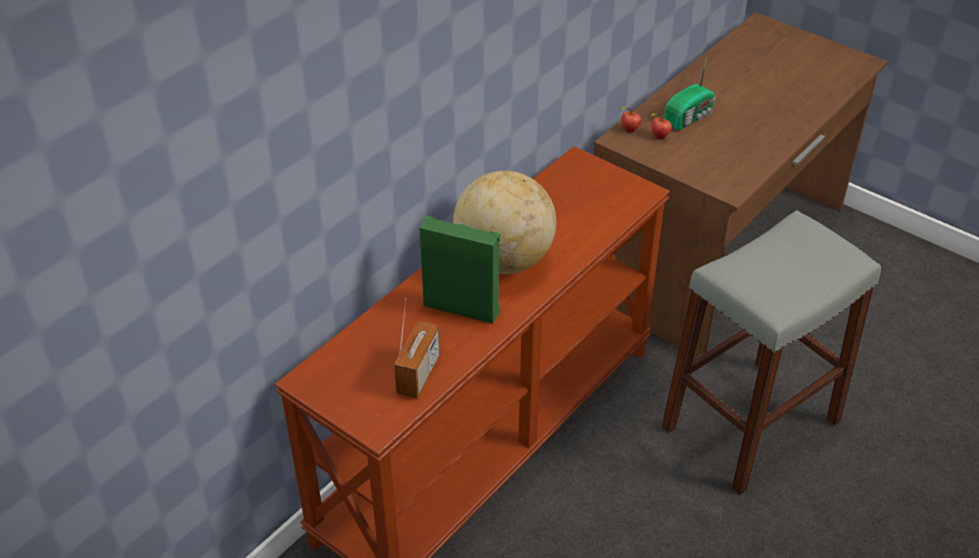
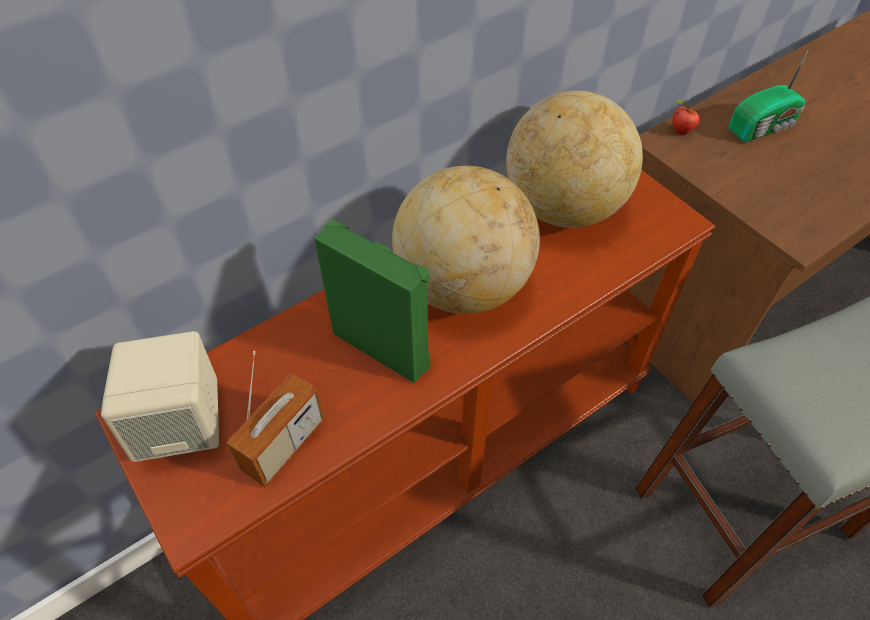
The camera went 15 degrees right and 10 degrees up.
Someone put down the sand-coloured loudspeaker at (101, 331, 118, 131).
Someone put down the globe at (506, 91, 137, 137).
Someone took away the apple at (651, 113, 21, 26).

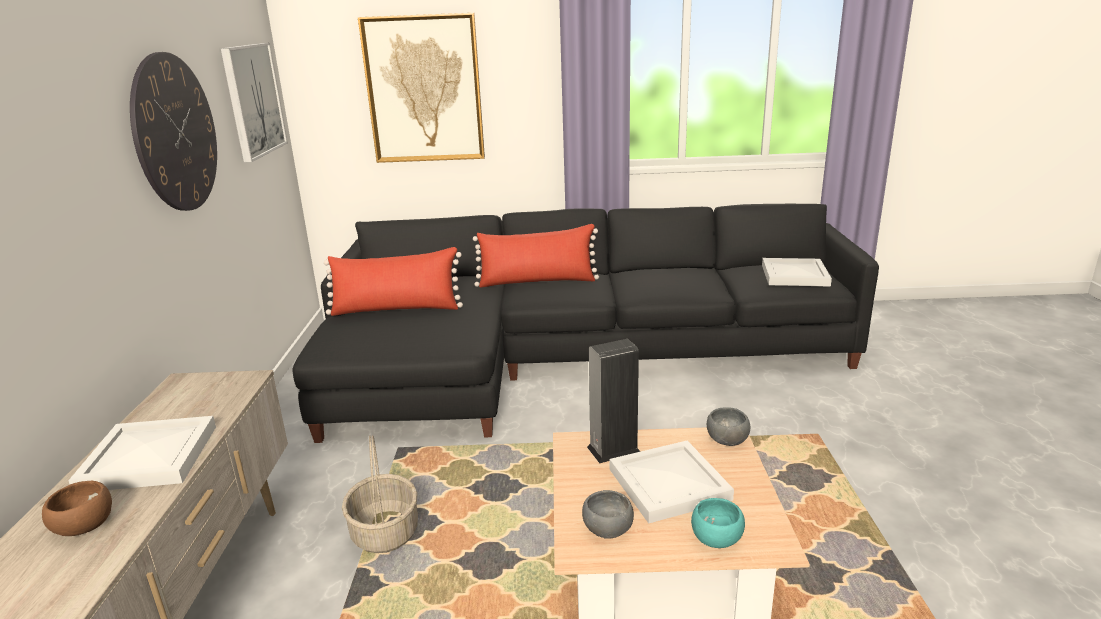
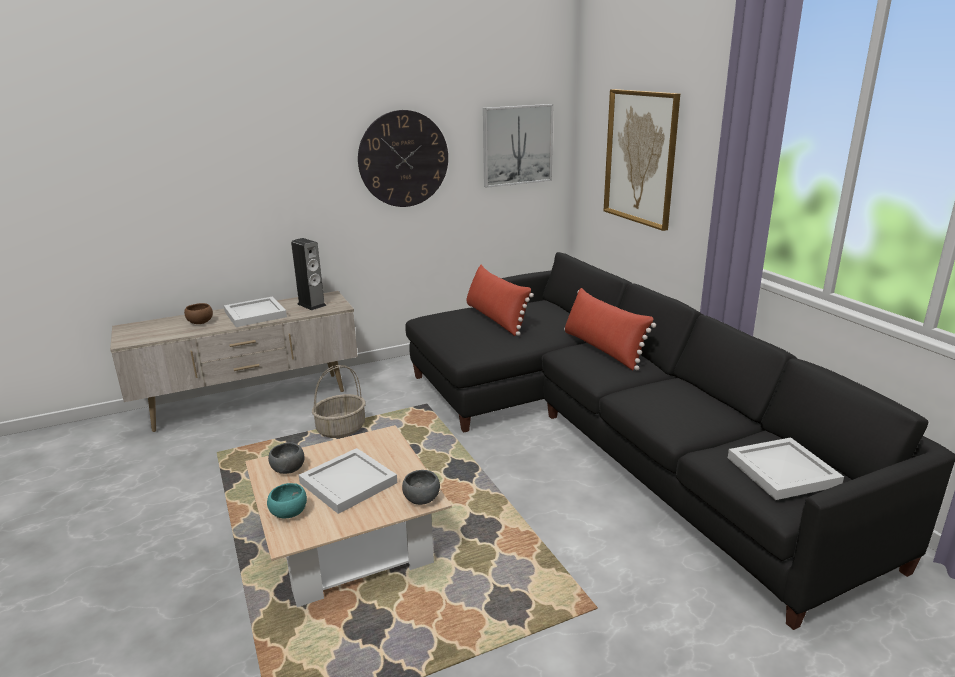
The camera went 65 degrees right and 0 degrees up.
Someone carried the loudspeaker from (587, 339, 53, 124) to (291, 238, 35, 72).

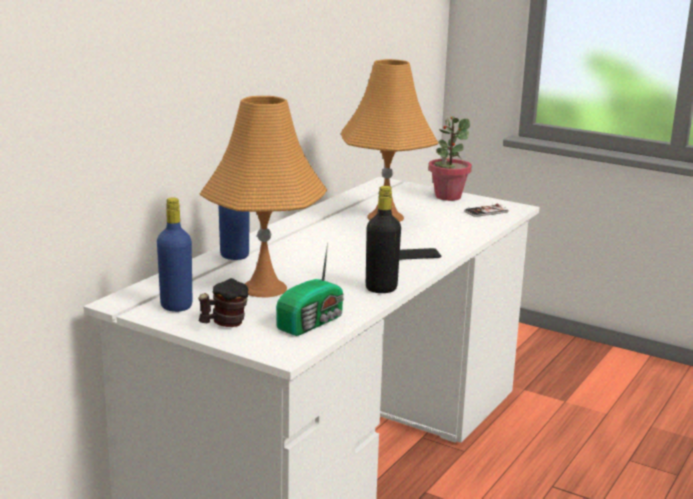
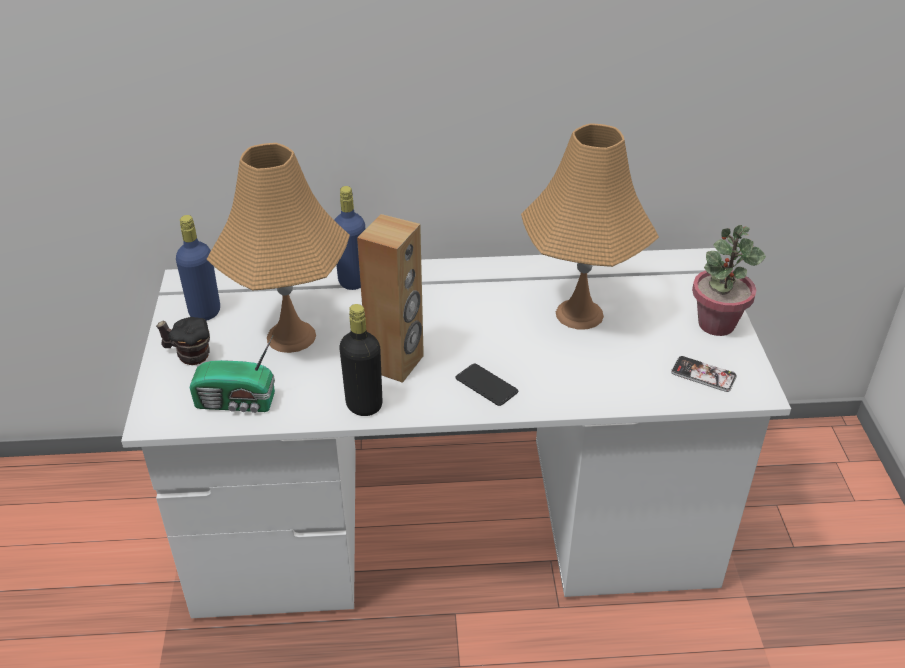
The camera went 55 degrees right and 20 degrees up.
Someone put down the brownish loudspeaker at (357, 214, 67, 169).

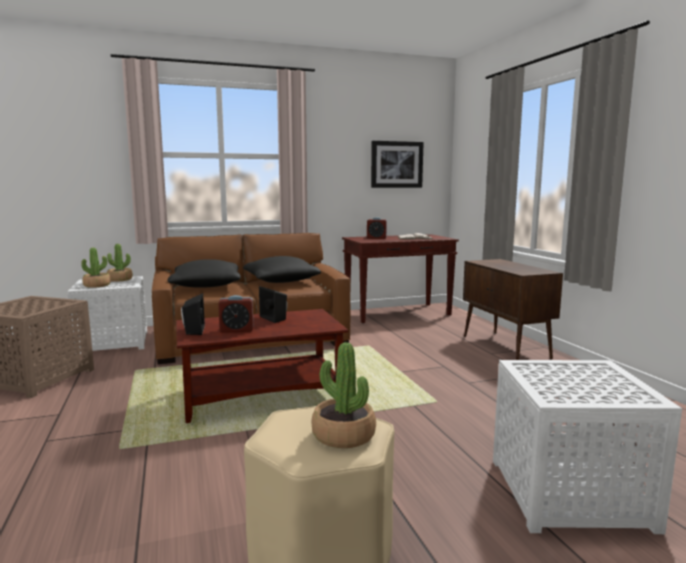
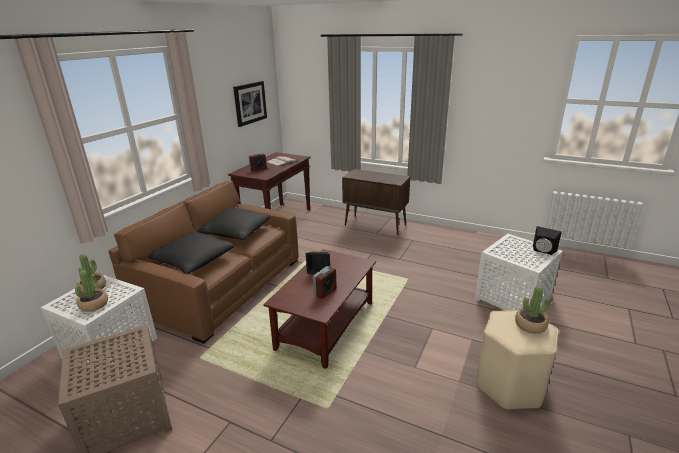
The camera went 45 degrees left and 15 degrees up.
Someone carried the blackish loudspeaker from (181, 293, 24, 42) to (533, 226, 29, 29).

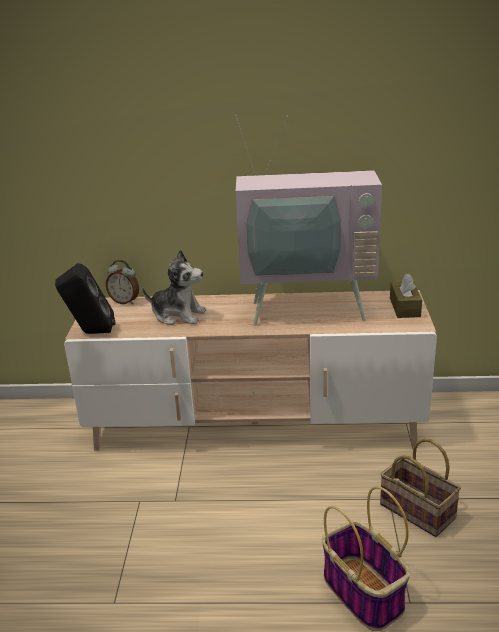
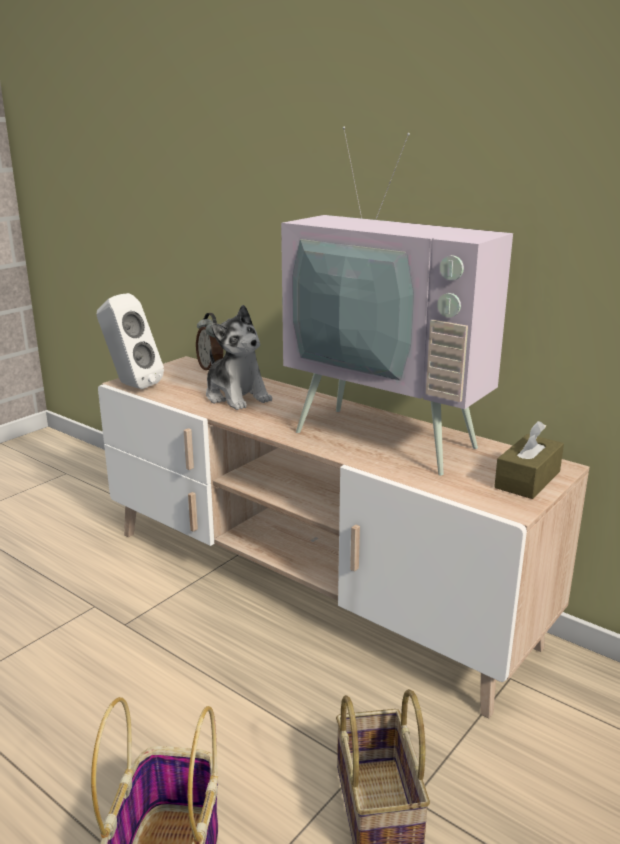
The camera went 35 degrees right and 5 degrees down.
Someone repainted the blackish loudspeaker at (55, 263, 60, 71), which became the whitish loudspeaker at (96, 293, 68, 96).

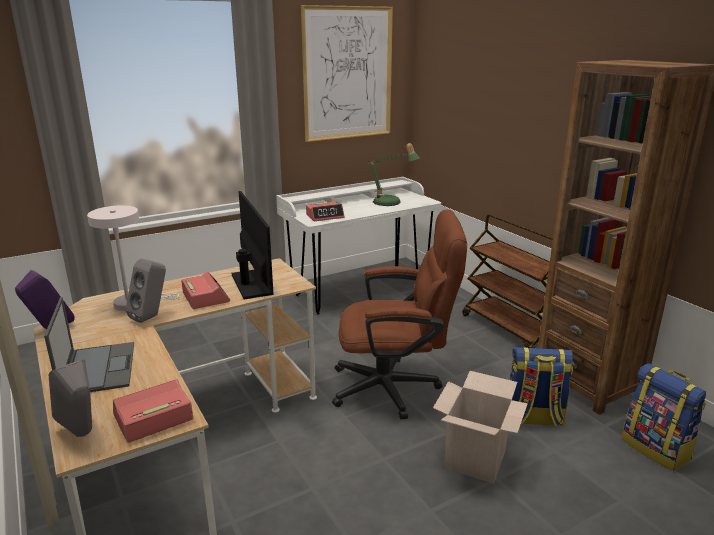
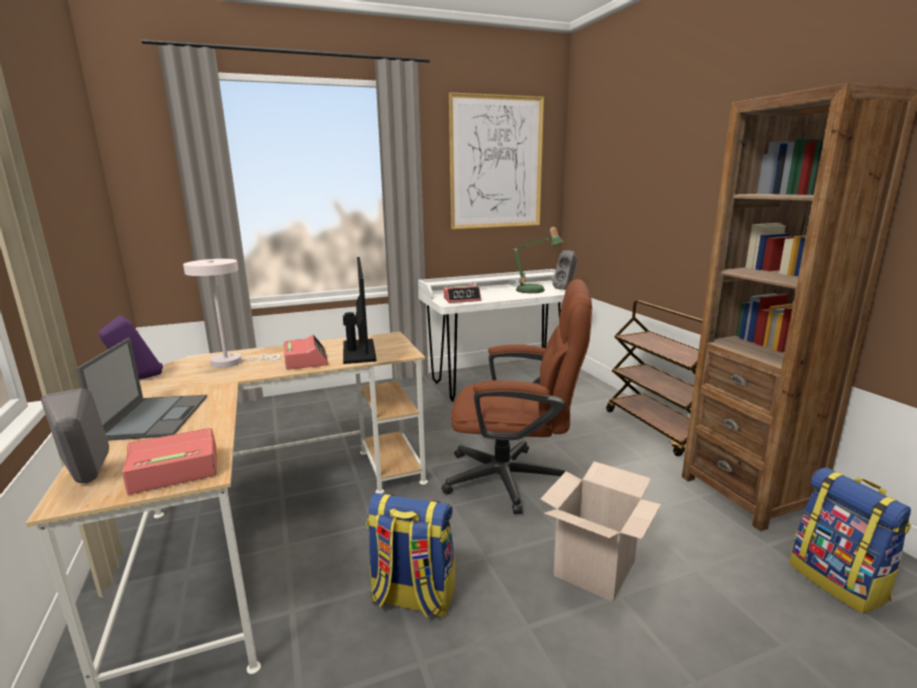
The camera went 10 degrees right and 5 degrees down.
Someone carried the rucksack from (509, 347, 64, 80) to (367, 493, 88, 125).
Someone carried the grey loudspeaker from (126, 259, 40, 64) to (552, 250, 25, 40).

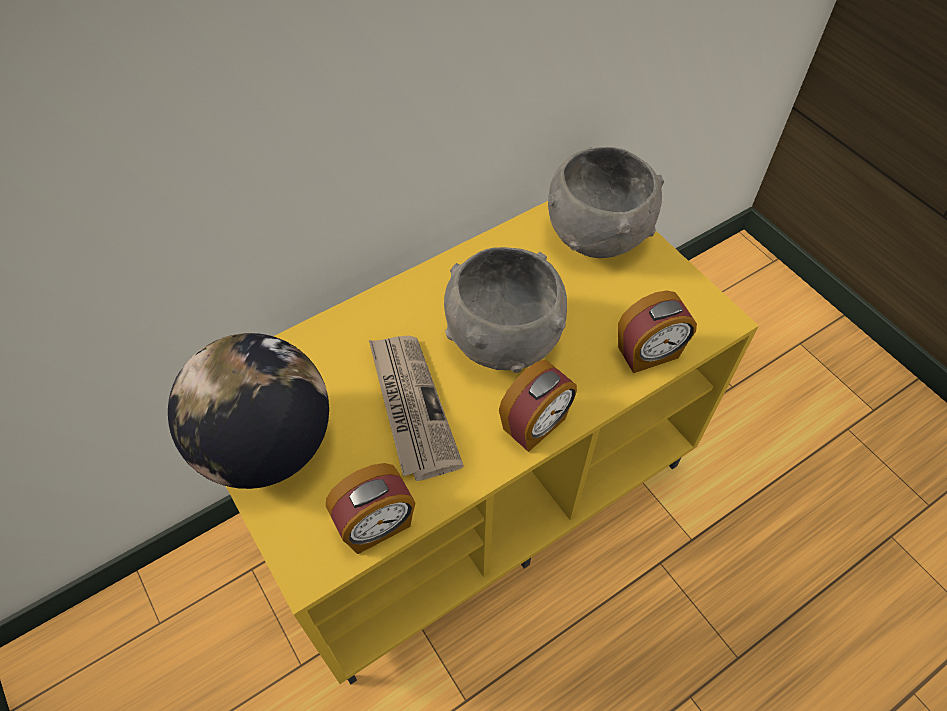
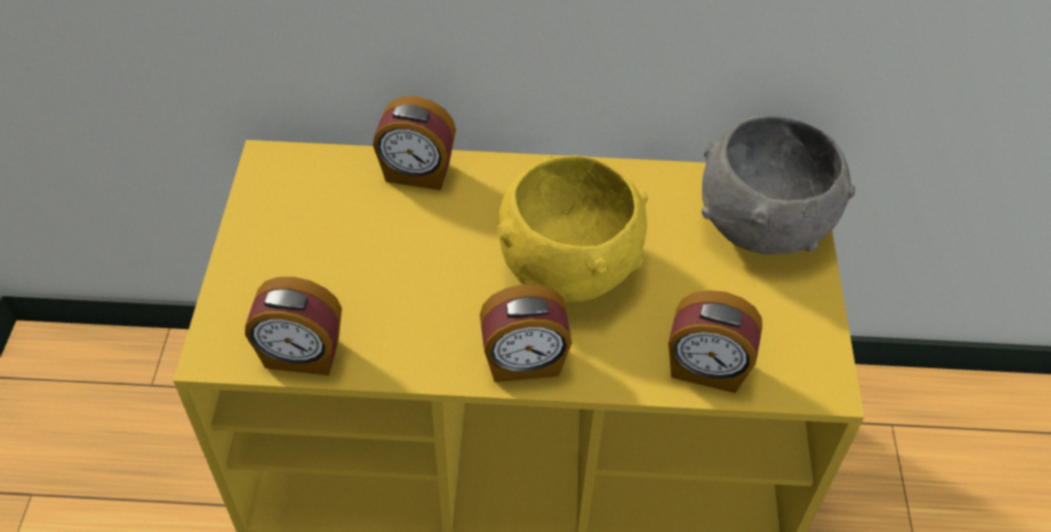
The camera went 35 degrees right and 5 degrees down.
Someone put down the table clock at (373, 96, 83, 94).
Someone repainted the grey deep dish at (444, 247, 123, 126), which became the yellowish deep dish at (497, 156, 151, 147).
Someone took away the globe at (168, 333, 161, 156).
Someone took away the newspaper at (369, 336, 95, 145).

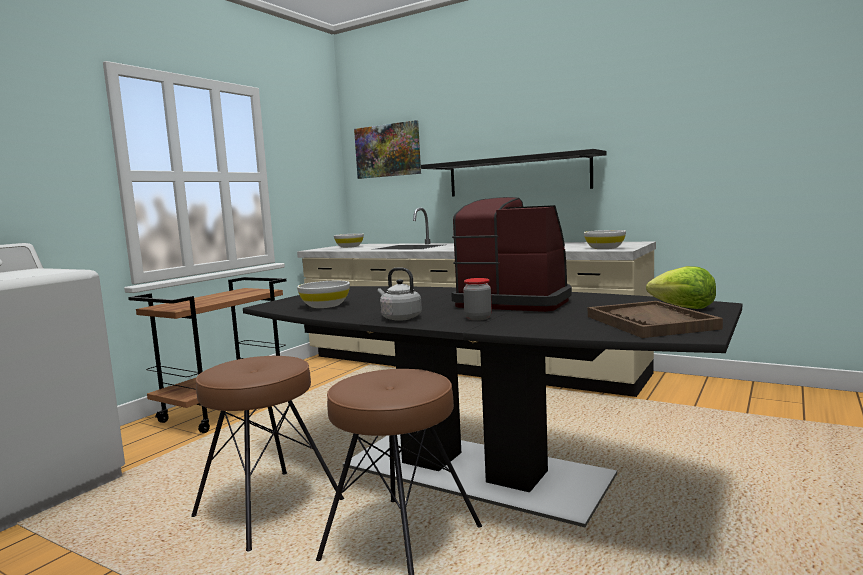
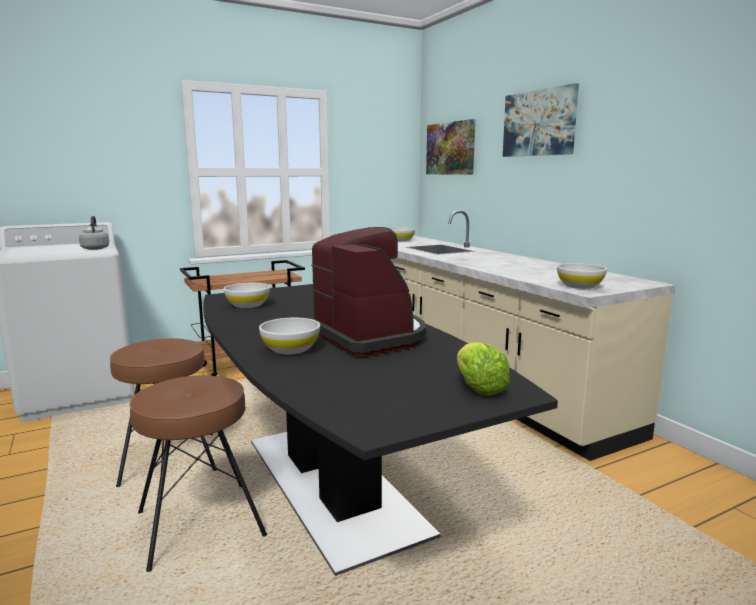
The camera went 30 degrees right and 5 degrees up.
Someone carried the grey water kettle from (378, 268, 44, 53) to (79, 216, 30, 34).
Someone swapped the preserve jar at (463, 278, 29, 43) for the whitish deep dish at (259, 318, 61, 37).
Someone put up the picture at (503, 83, 76, 74).
Someone took away the blackish shelf at (421, 149, 186, 48).
Someone took away the brownish carrying tray at (588, 301, 135, 37).

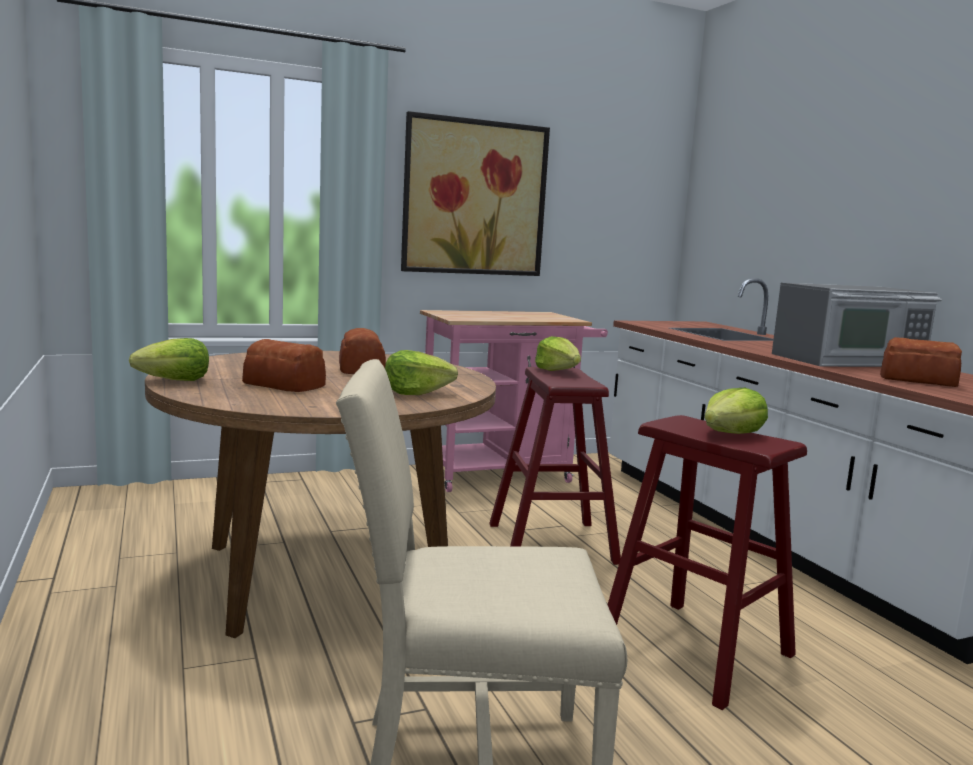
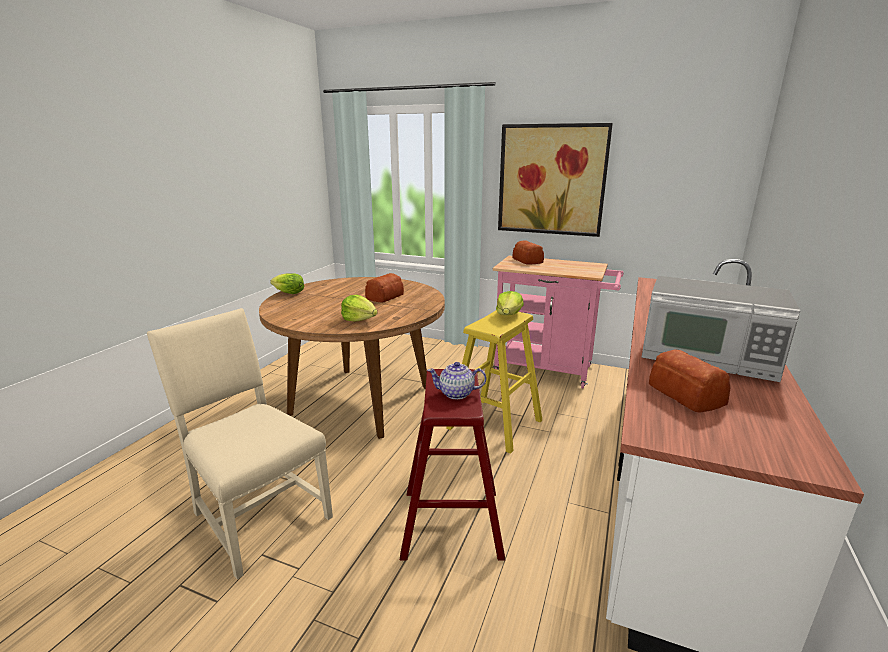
The camera went 45 degrees right and 10 degrees up.
Someone swapped the head of lettuce at (704, 388, 64, 46) for the pot for tea at (427, 362, 59, 37).
Someone repainted the red-coloured stool seat at (489, 367, 132, 198), which became the yellowish stool seat at (446, 310, 96, 144).
Someone carried the baked bread from (242, 339, 84, 53) to (512, 241, 32, 23).

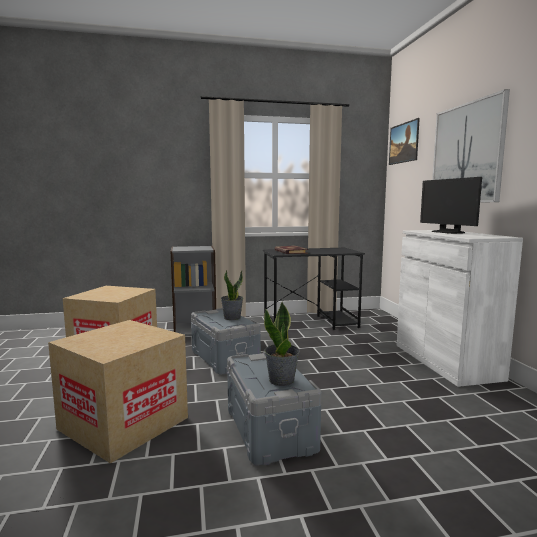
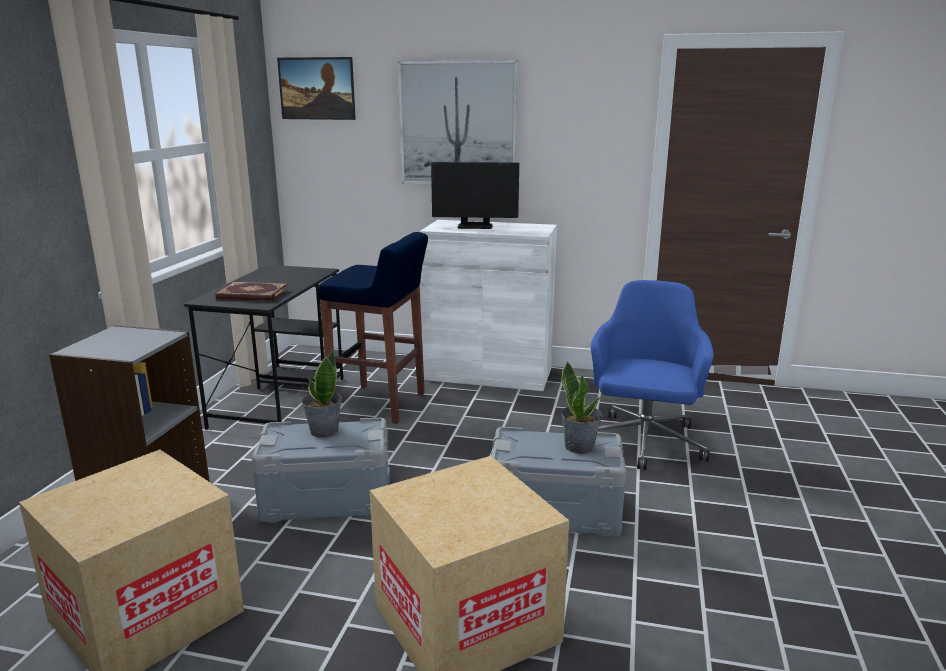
The camera went 65 degrees left and 10 degrees up.
Someone put down the blue stool seat at (318, 232, 110, 192).
Someone put down the blue desk chair at (591, 280, 123, 190).

